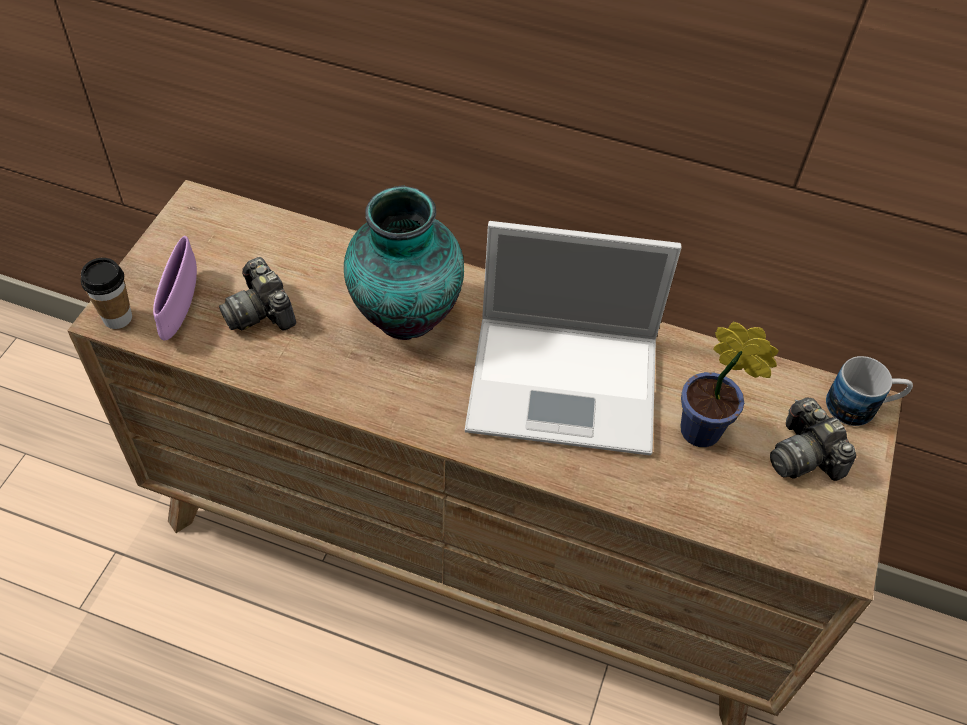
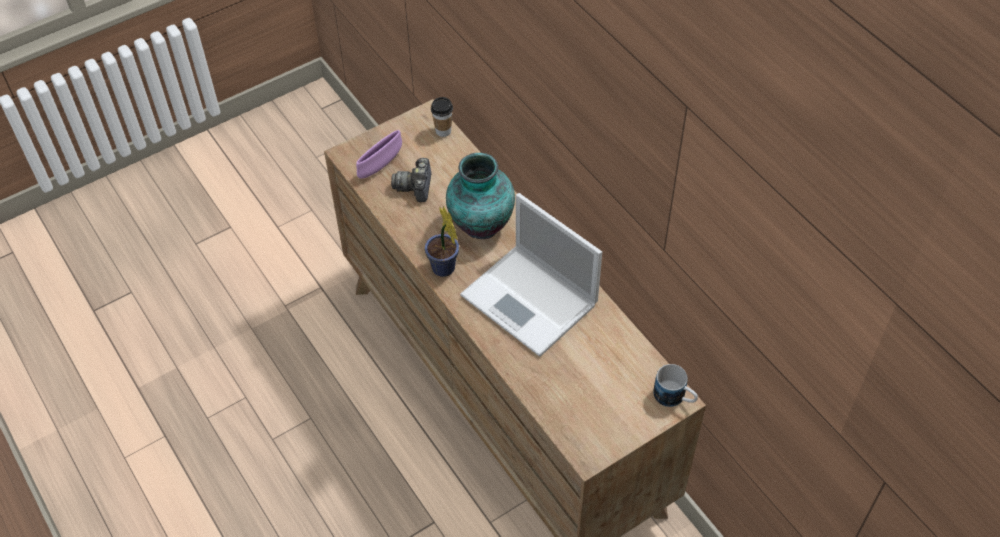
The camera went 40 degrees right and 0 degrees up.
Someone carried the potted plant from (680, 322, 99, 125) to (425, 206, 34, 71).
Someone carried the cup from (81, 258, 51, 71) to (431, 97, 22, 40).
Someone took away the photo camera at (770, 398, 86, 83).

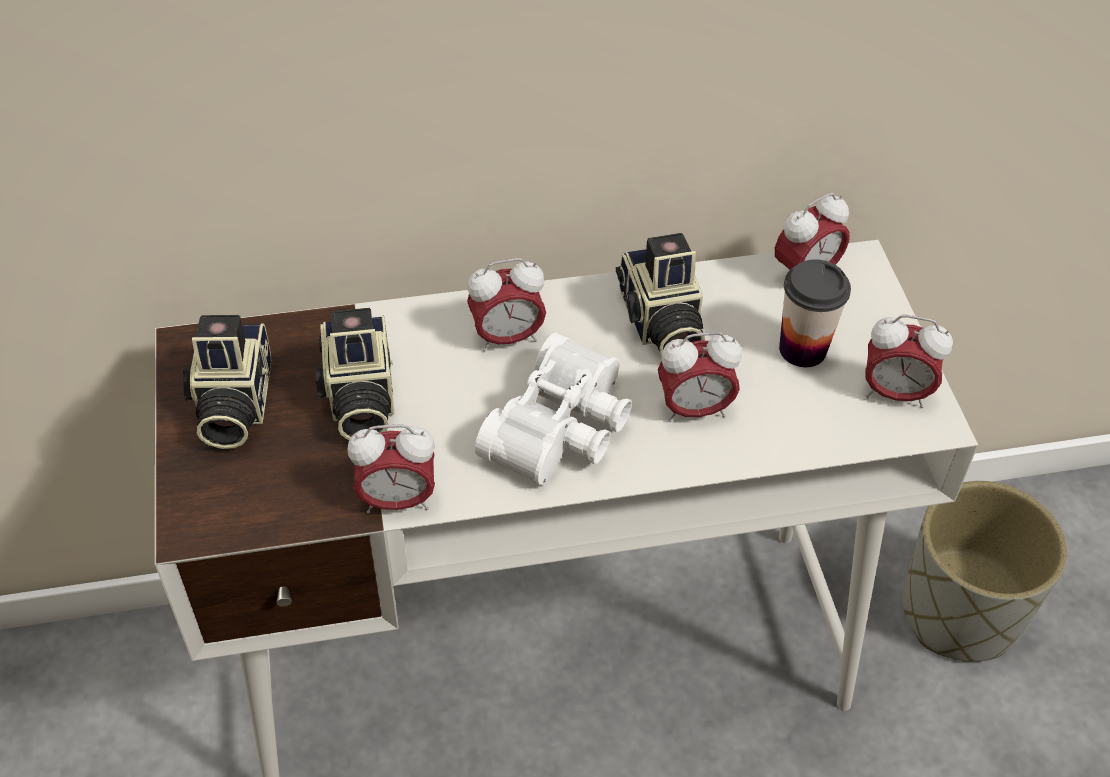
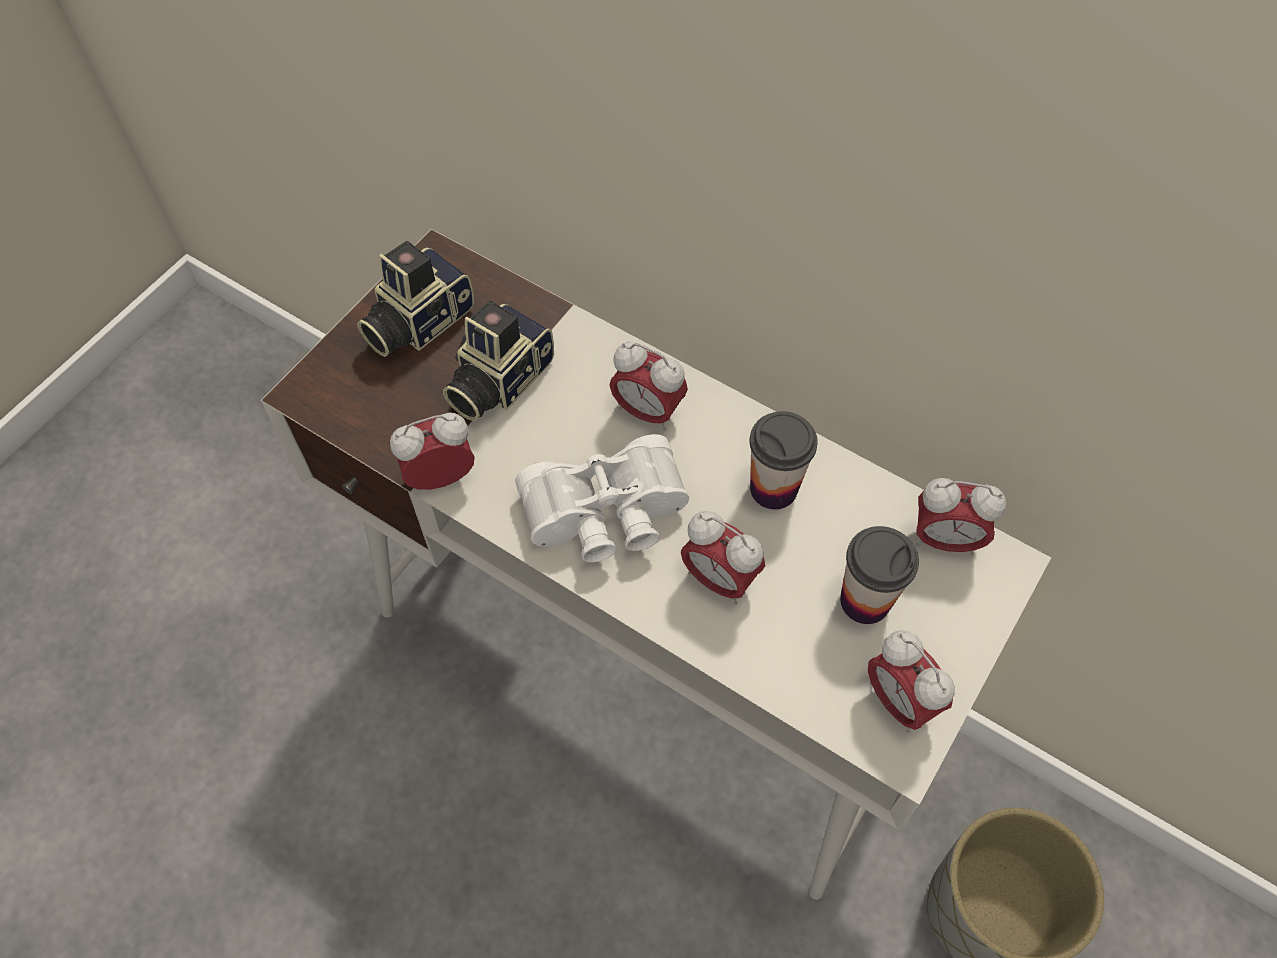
The camera went 45 degrees right and 10 degrees up.
Someone rotated the table clock at (347, 424, 88, 89) by 120 degrees clockwise.
Someone swapped the photo camera at (616, 233, 89, 121) for the cup at (750, 411, 68, 99).

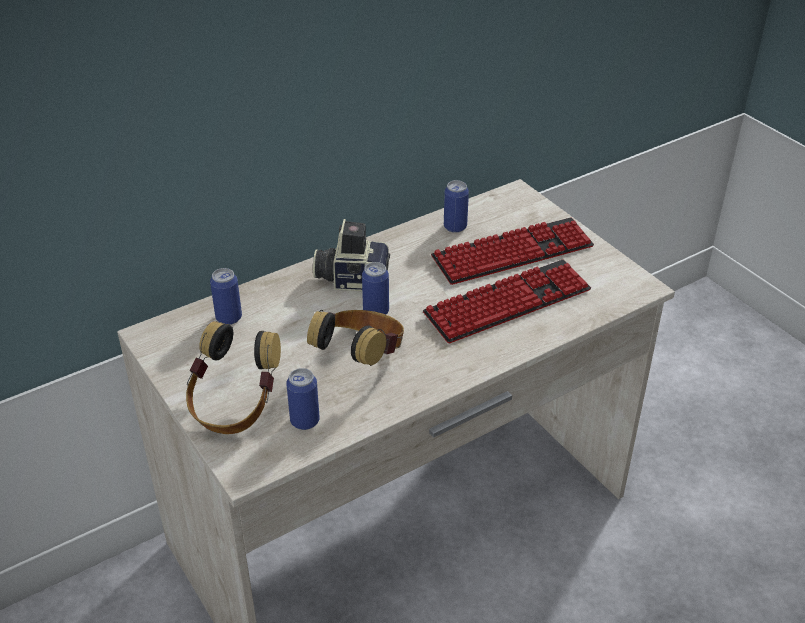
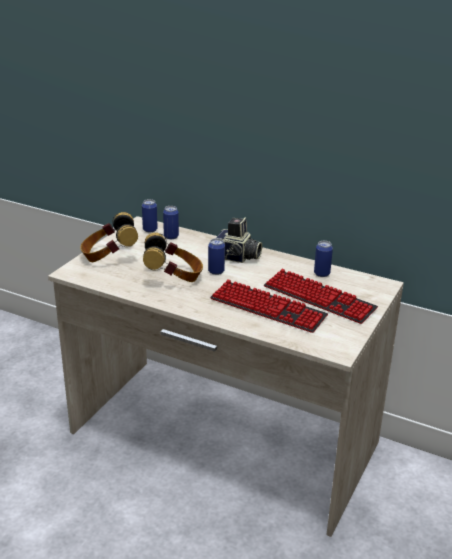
The camera went 60 degrees right and 10 degrees down.
Someone carried the metal can from (286, 368, 33, 62) to (142, 199, 16, 33).
Someone rotated the photo camera at (313, 219, 77, 72) by 135 degrees clockwise.

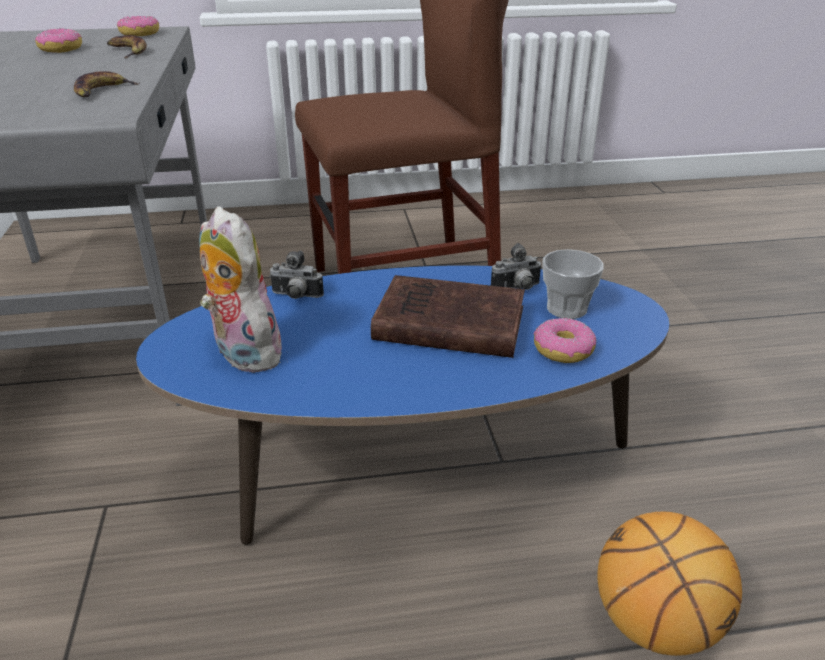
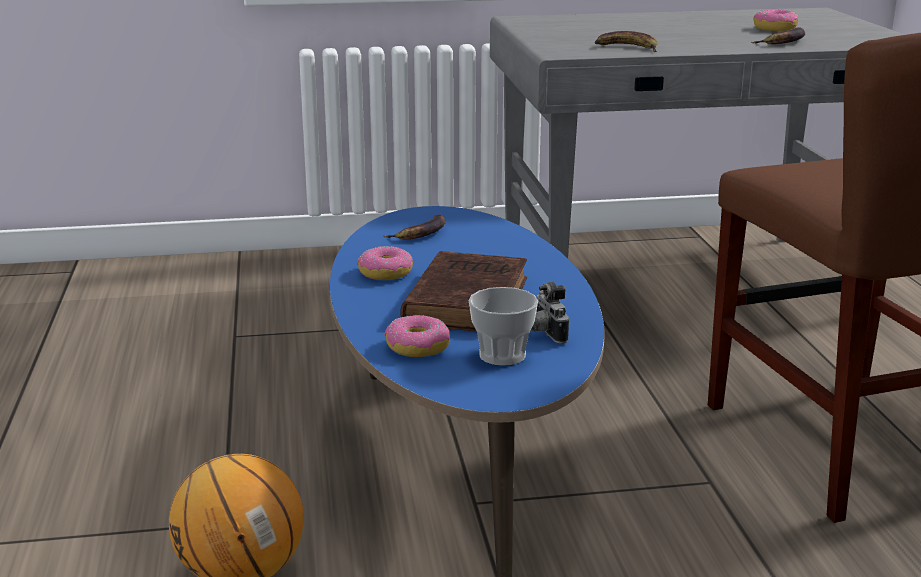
The camera went 90 degrees right and 10 degrees down.
Someone carried the doughnut from (117, 16, 42, 20) to (357, 246, 56, 34).
Someone swapped the plush toy at (199, 207, 87, 166) for the whole banana at (384, 215, 62, 24).
Someone took away the photo camera at (269, 251, 55, 48).

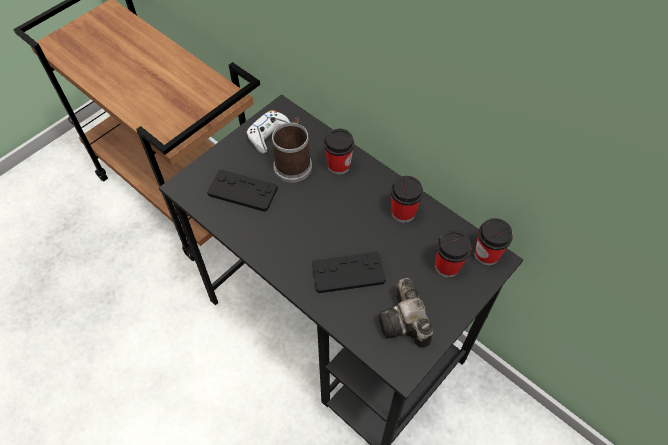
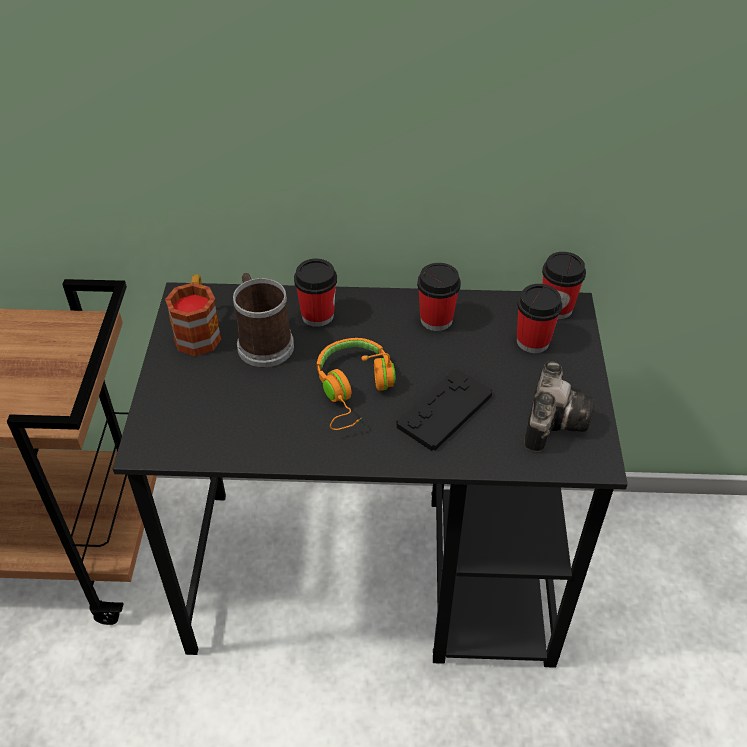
The camera went 40 degrees left and 10 degrees down.
Someone swapped the whitish gamepad at (246, 111, 45, 43) for the coffee mug at (165, 274, 57, 82).
Someone put down the orangey headphones at (317, 338, 79, 92).
Someone rotated the photo camera at (378, 278, 55, 70) by 105 degrees counterclockwise.
Someone took away the blackish gamepad at (207, 169, 71, 43).

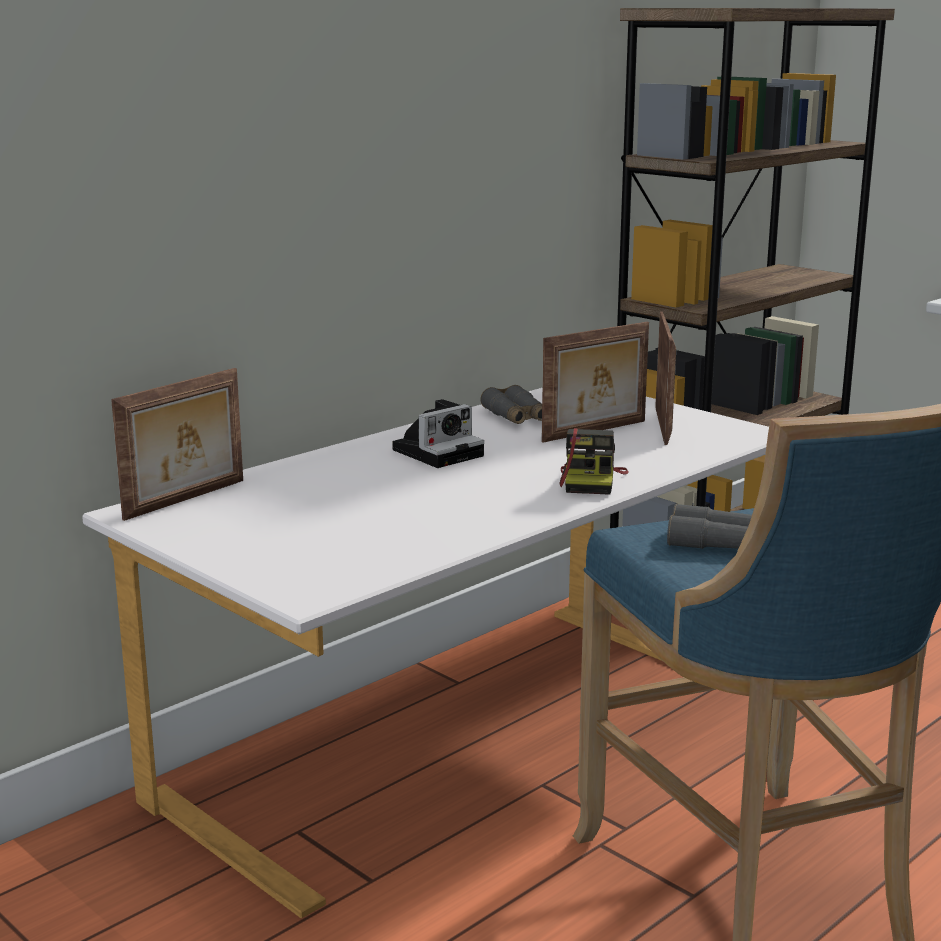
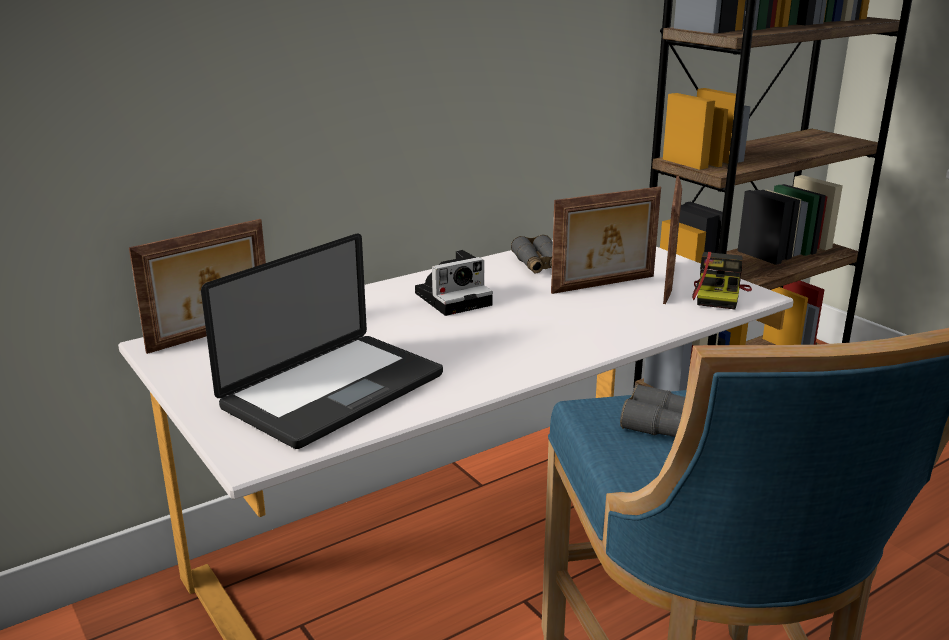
The camera went 10 degrees right and 5 degrees up.
Someone put down the portable computer at (201, 233, 242, 216).
Someone carried the photo camera from (559, 428, 70, 67) to (692, 252, 60, 57).

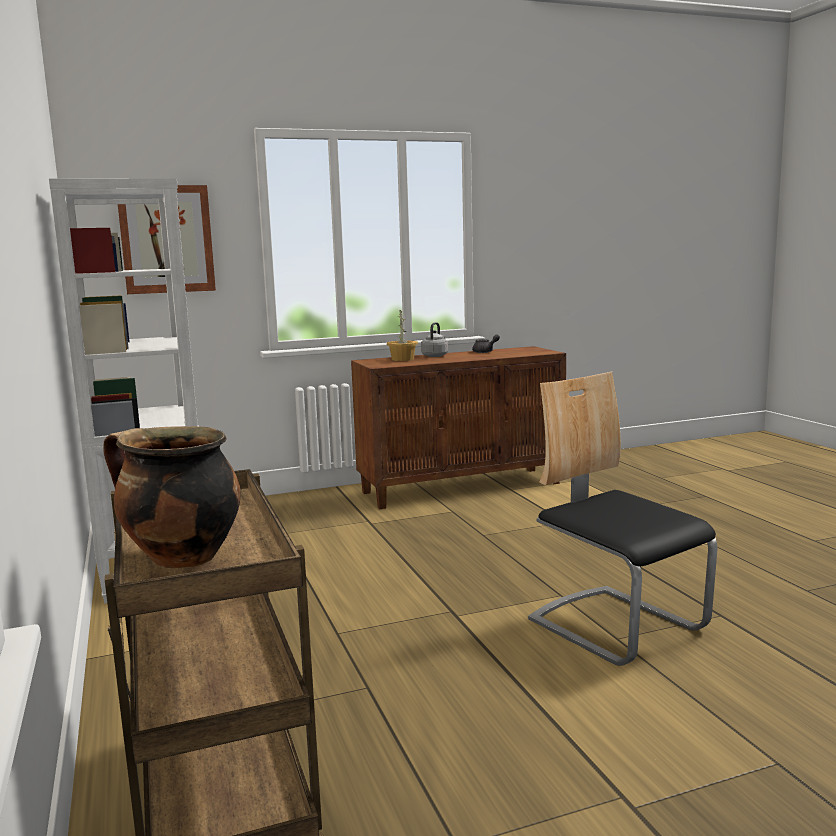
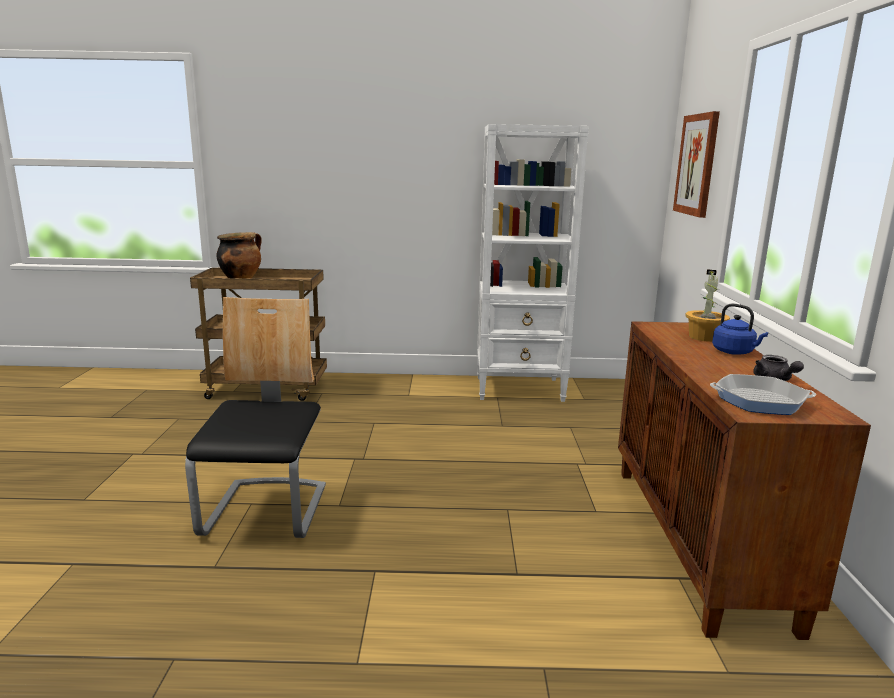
The camera went 110 degrees right and 5 degrees up.
Someone rotated the upright chair at (528, 372, 190, 294) by 75 degrees counterclockwise.
Someone put down the frying pan at (710, 374, 106, 41).
Someone repainted the grey water kettle at (421, 322, 27, 35), which became the blue water kettle at (712, 303, 56, 52).

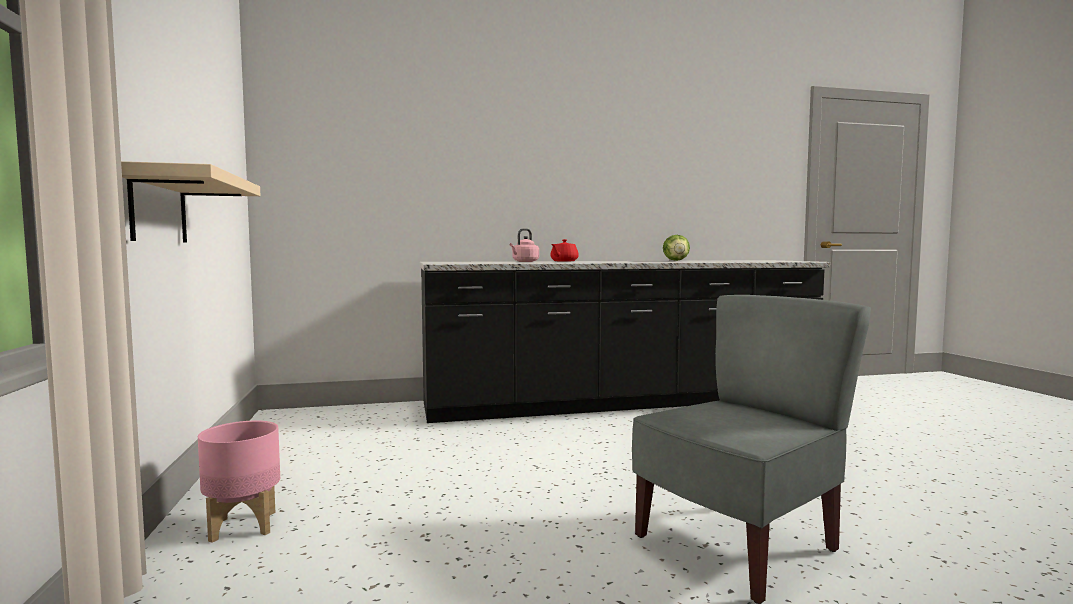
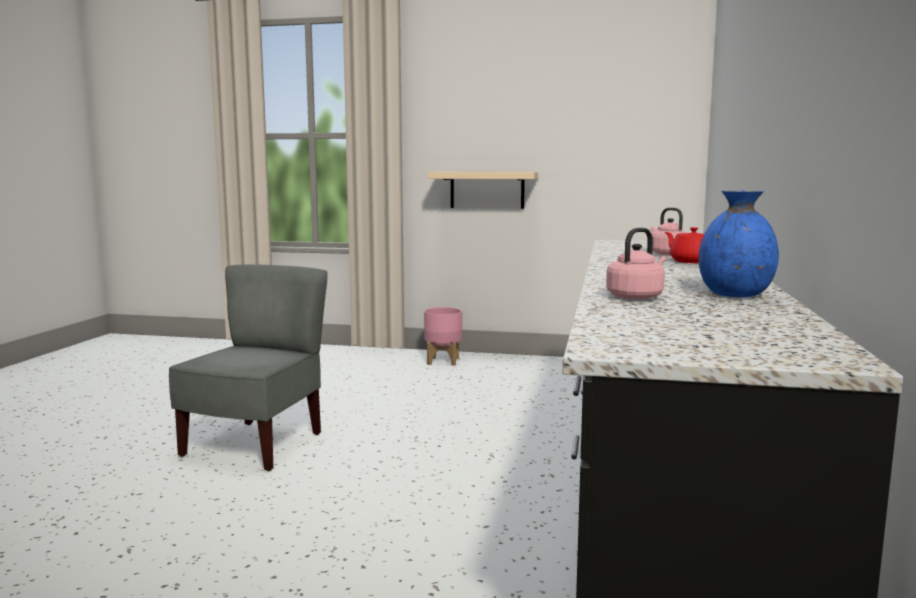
The camera went 115 degrees right and 5 degrees up.
Someone rotated the grey upright chair at (632, 295, 239, 309) by 150 degrees counterclockwise.
Someone put down the pink-coloured water kettle at (606, 228, 60, 72).
Someone swapped the head of lettuce at (663, 235, 27, 26) for the blue vase at (698, 191, 81, 106).

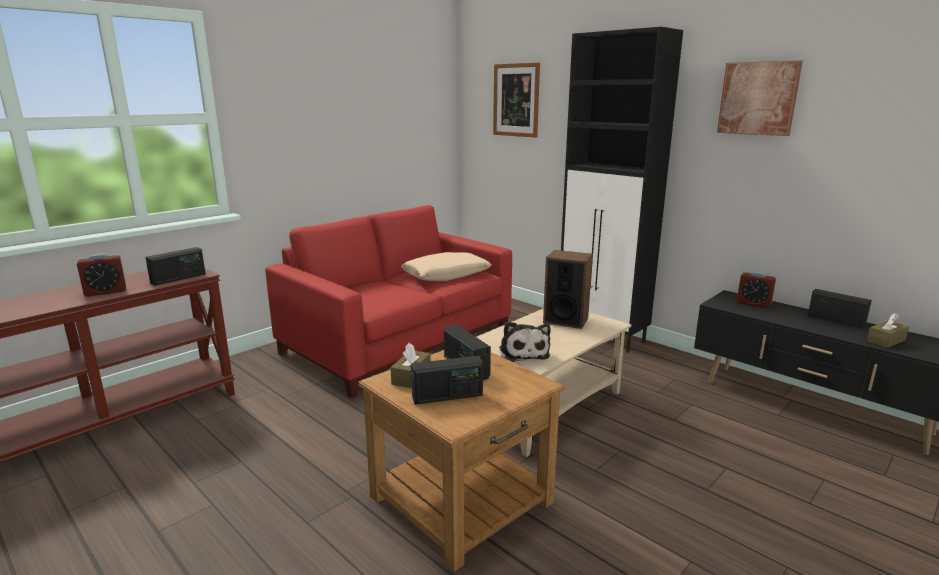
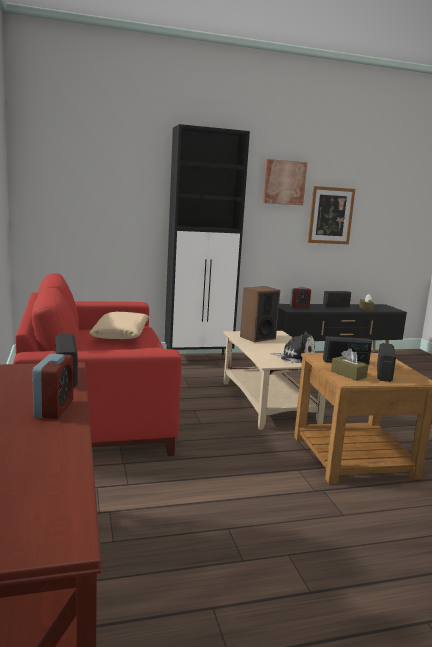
The camera went 60 degrees left and 5 degrees down.
Someone carried the picture from (493, 62, 47, 76) to (308, 186, 47, 58).

